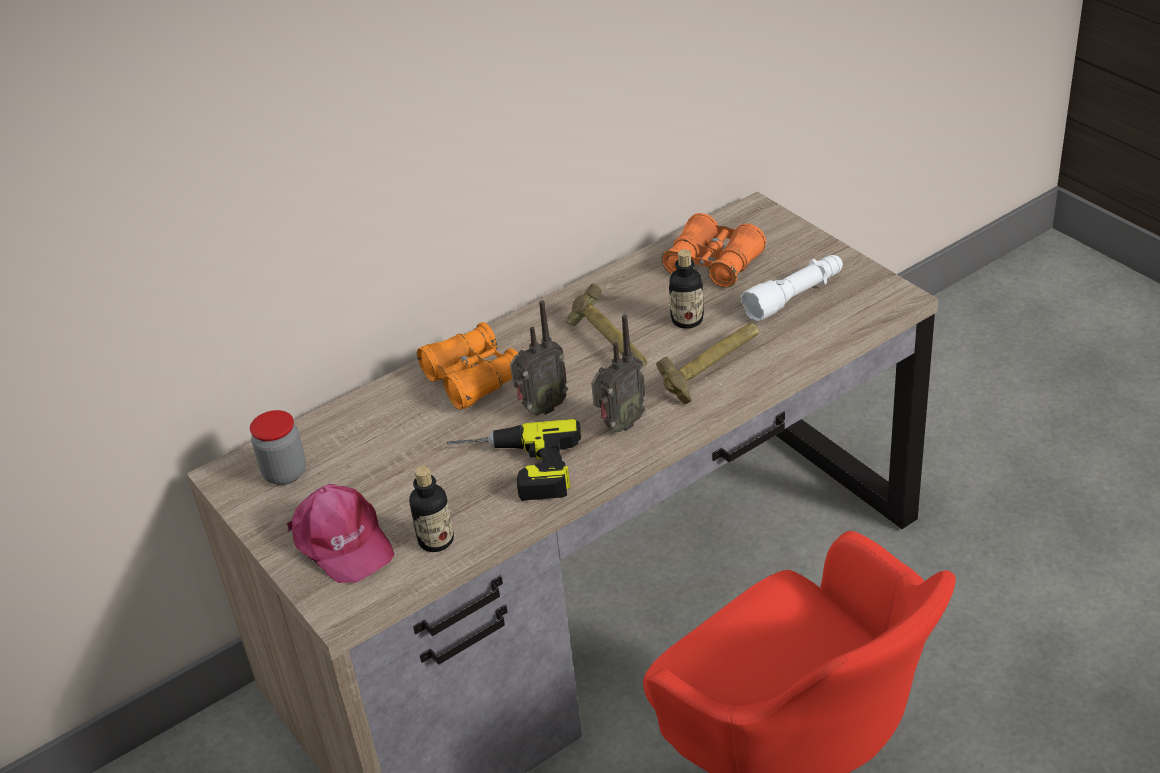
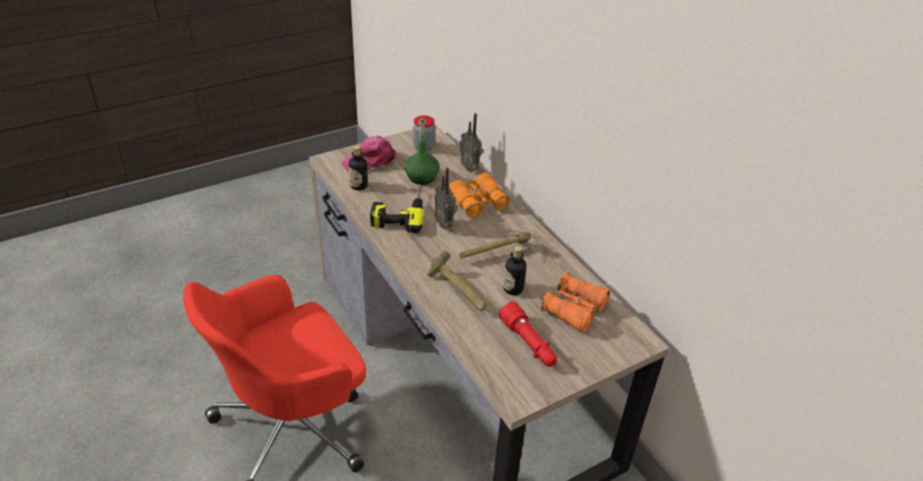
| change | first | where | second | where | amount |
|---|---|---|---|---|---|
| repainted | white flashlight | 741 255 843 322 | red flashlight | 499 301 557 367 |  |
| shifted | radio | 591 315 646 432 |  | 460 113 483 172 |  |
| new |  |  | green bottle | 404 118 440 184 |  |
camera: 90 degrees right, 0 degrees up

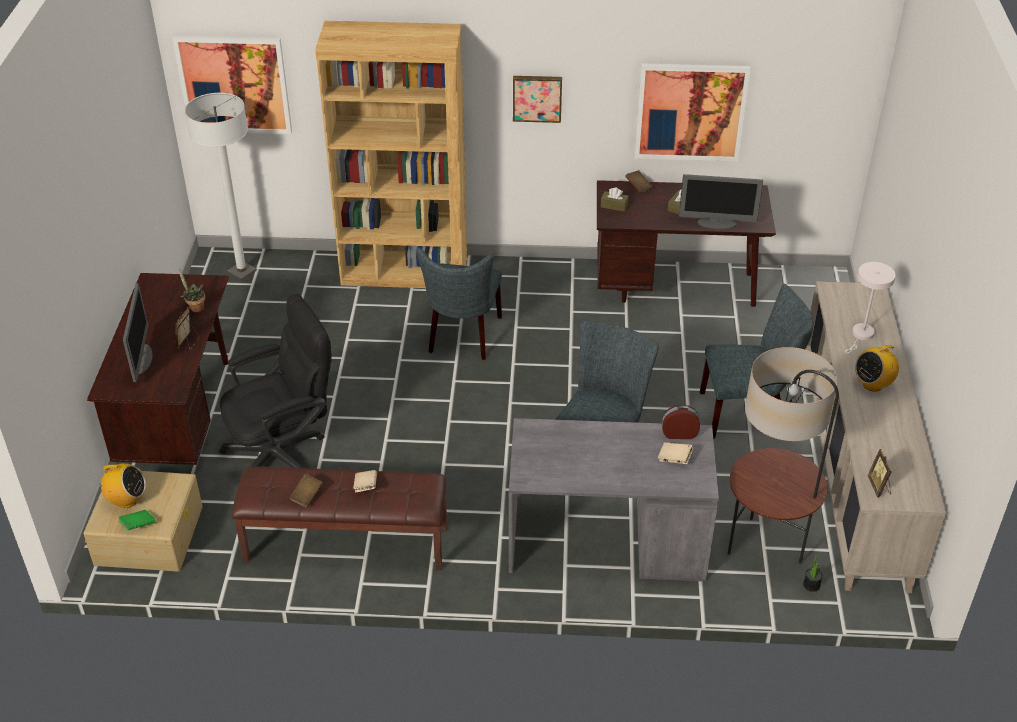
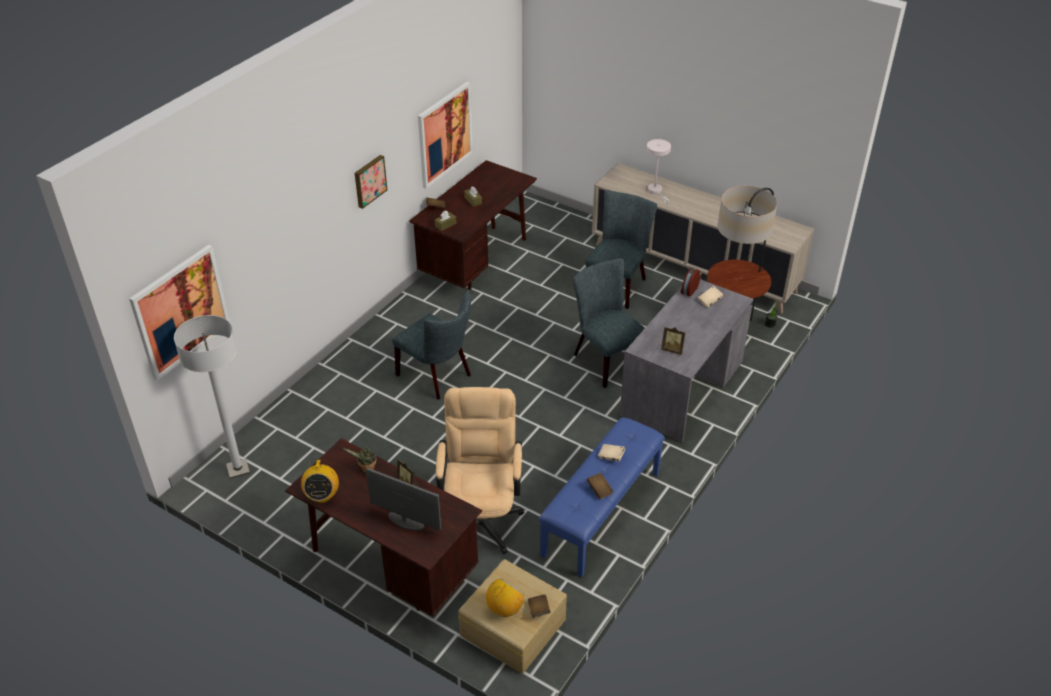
| change | first | where | second | where | amount |
|---|---|---|---|---|---|
| gone | brown bookcase | 315 21 467 288 |  |  |  |
| gone | monitor | 679 174 763 229 |  |  |  |
| repainted | black office chair | 219 294 332 468 | beige office chair | 436 387 524 555 |  |
| shifted | radio | 855 342 899 392 |  | 301 459 339 503 |  |
| shifted | picture frame | 867 449 892 497 |  | 661 327 686 355 |  |
| repainted | brown bench | 232 466 447 570 | blue bench | 539 417 665 577 |  |
| repainted | green book | 118 510 156 530 | brown book | 528 594 550 618 |  |
camera: 60 degrees left, 0 degrees up

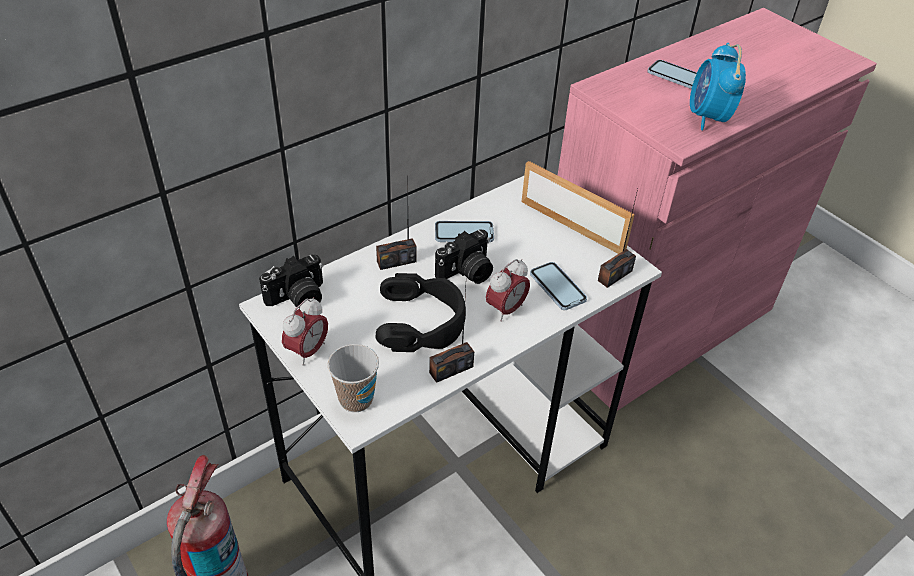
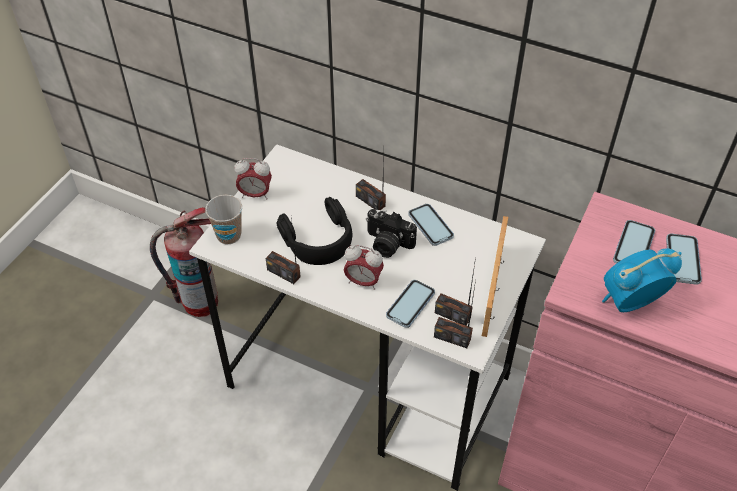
| change | first | where | second | where | amount |
|---|---|---|---|---|---|
| gone | photo camera | 259 255 323 308 |  |  |  |
| new |  |  | phone | 613 220 655 264 |  |
| new |  |  | radio | 435 257 476 326 |  |
camera: 65 degrees right, 5 degrees up

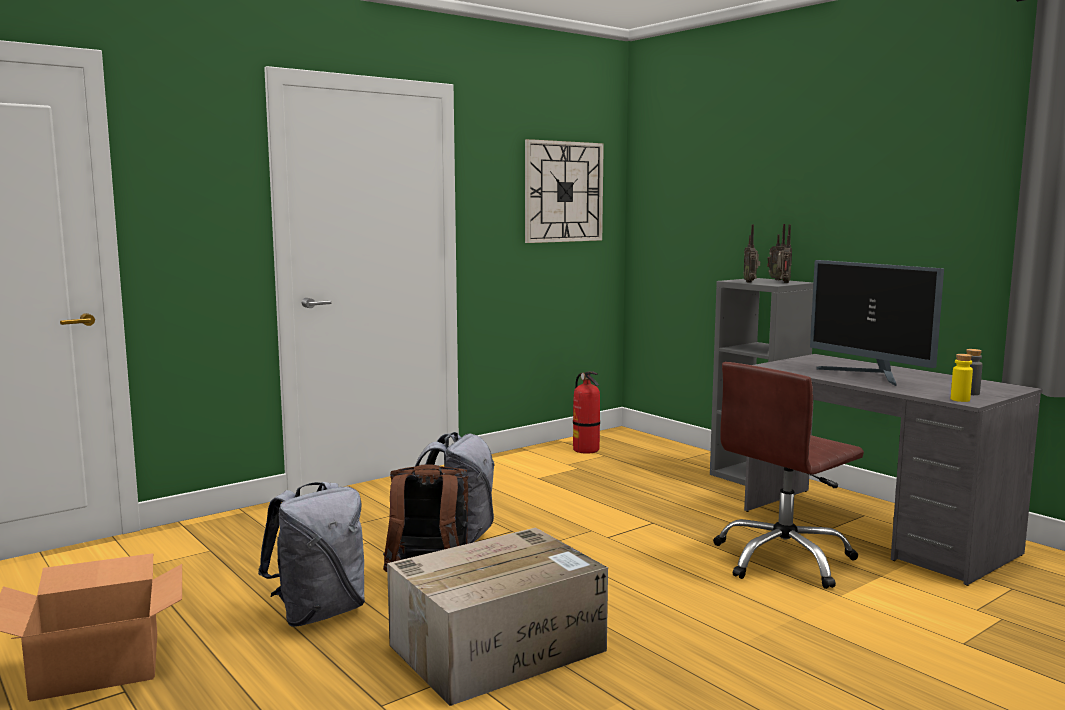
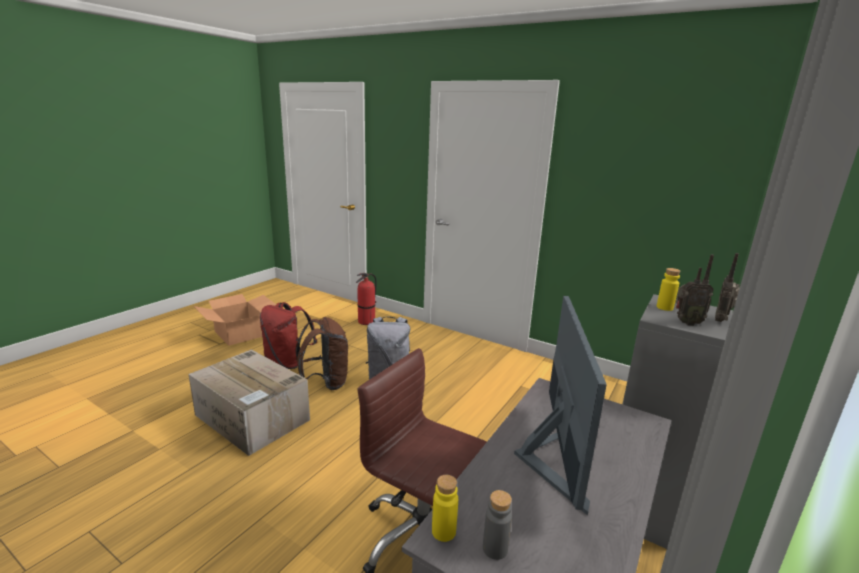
| change | first | where | second | where | amount |
|---|---|---|---|---|---|
| gone | wall clock | 525 139 604 243 |  |  |  |
| swapped | radio | 744 225 760 282 | yellow bottle | 657 268 681 311 |  |
| rotated | monitor | 810 260 944 386 |  | 514 296 606 516 | 150 degrees clockwise |
| shifted | fire extinguisher | 573 371 600 454 |  | 356 273 376 325 |  |
| repainted | grey backpack | 258 482 365 627 | red backpack | 260 302 317 369 |  |
camera: 70 degrees right, 10 degrees up

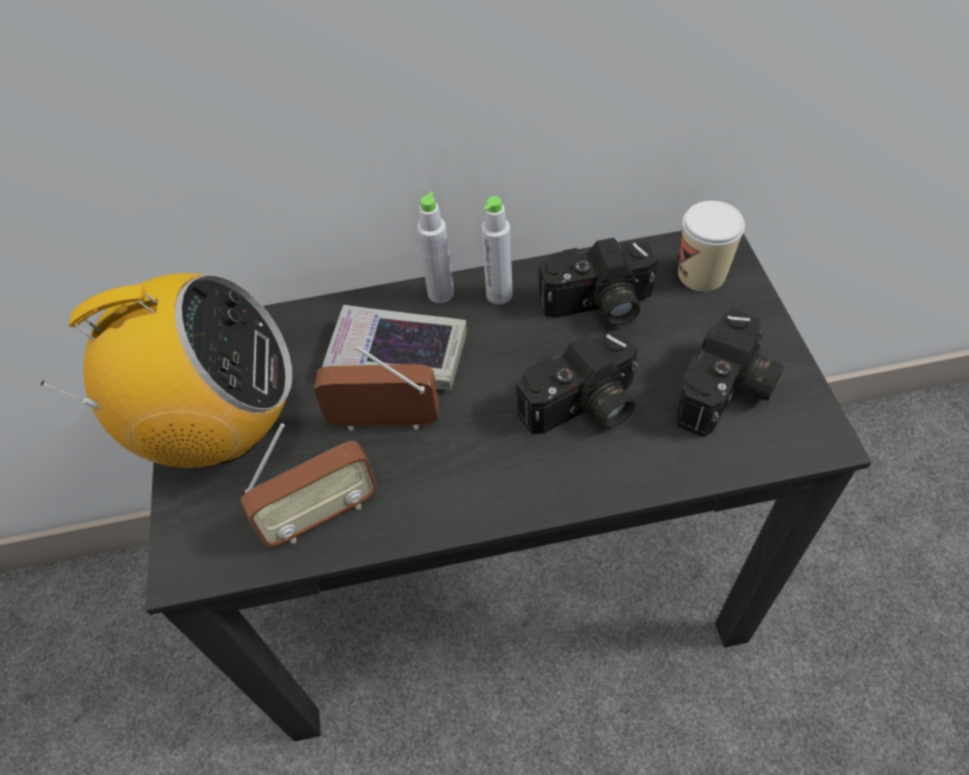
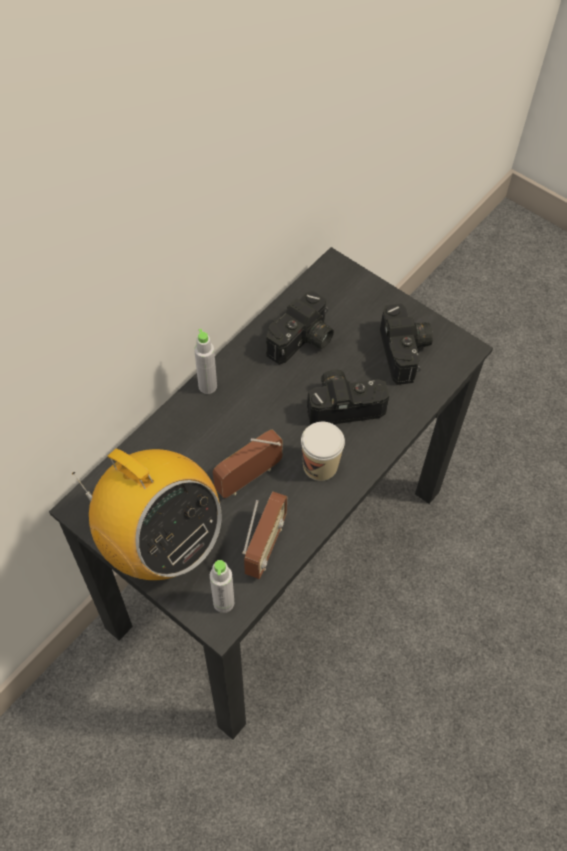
| change | first | where | second | where | amount |
|---|---|---|---|---|---|
| shifted | grey bottle | 481 196 513 304 |  | 210 560 234 613 |  |
| shifted | cup | 678 201 745 292 |  | 301 422 345 481 |  |
| rotated | radio | 41 273 292 468 |  | 72 449 222 580 | 90 degrees clockwise |
| gone | book | 322 305 467 390 |  |  |  |
| rotated | photo camera | 516 330 638 434 |  | 307 369 389 425 | 120 degrees counterclockwise |
camera: 45 degrees left, 5 degrees up

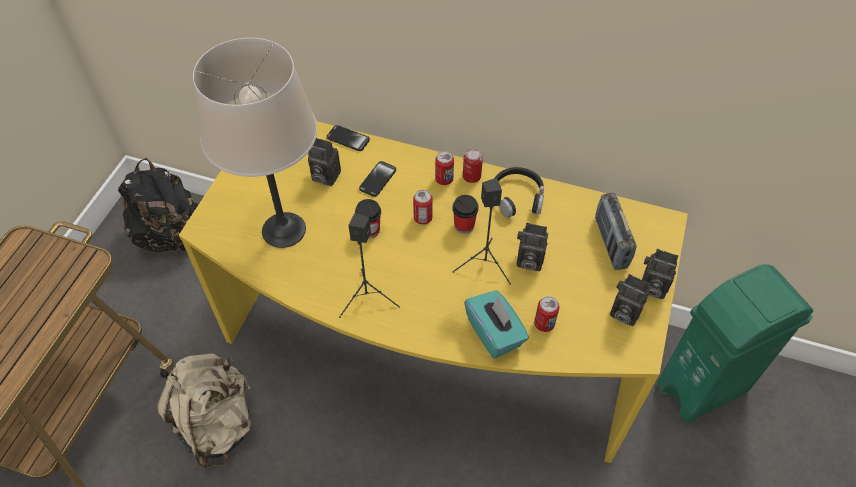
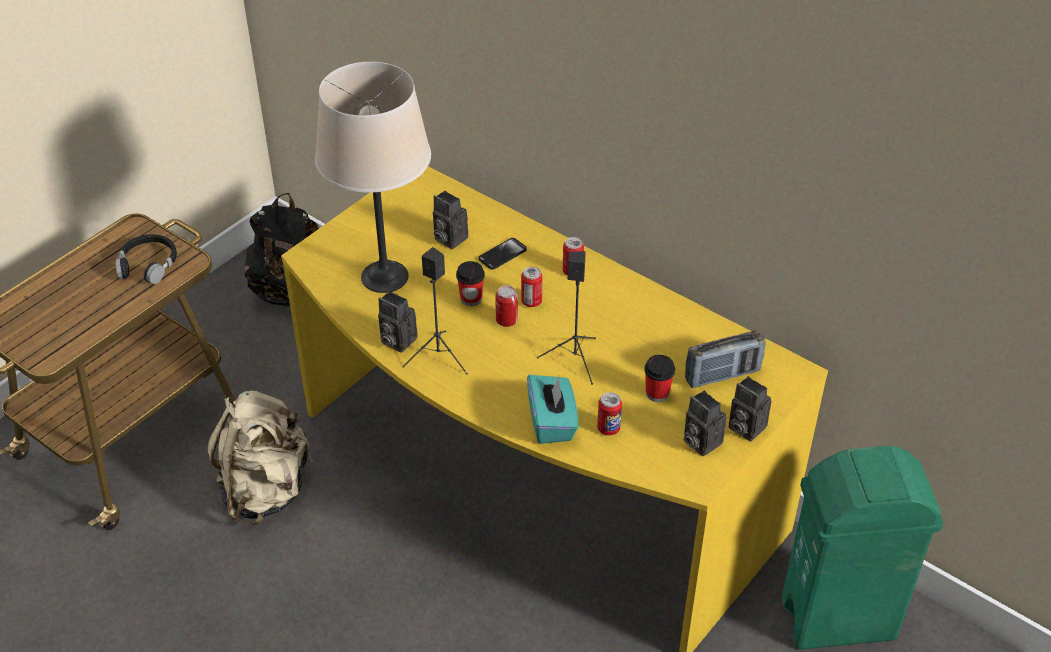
| change | first | where | second | where | amount |
|---|---|---|---|---|---|
| gone | phone | 327 125 370 151 |  |  |  |
| shifted | can | 463 148 483 183 |  | 496 285 518 327 |  |
| shifted | black headphones | 495 167 544 218 |  | 116 234 177 284 |  |
| rotated | radio | 595 193 637 270 |  | 685 330 766 388 | 120 degrees counterclockwise |
| shifted | cup | 452 195 479 234 |  | 645 355 675 402 |  |
| shifted | photo camera | 516 223 548 271 |  | 378 291 418 352 |  |
camera: 20 degrees right, 10 degrees down

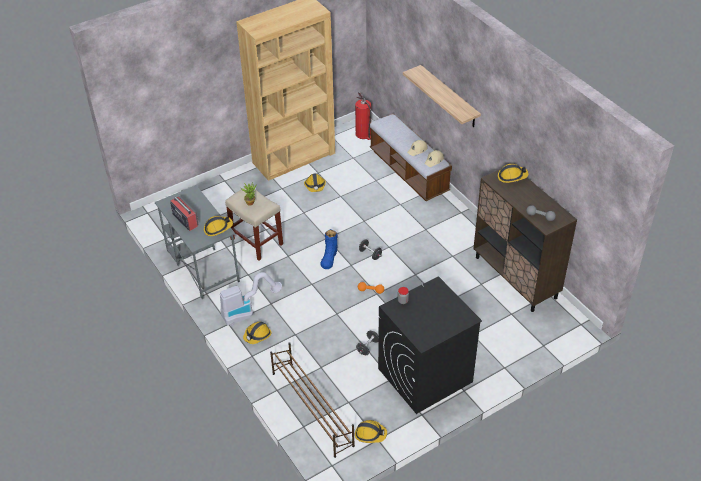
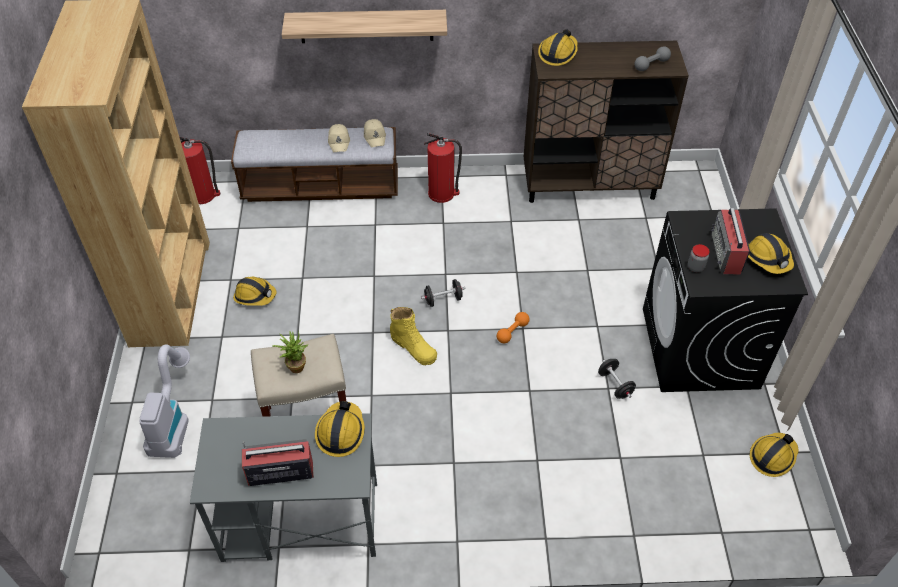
| change | first | where | second | where | amount |
|---|---|---|---|---|---|
| repainted | blue boot | 320 229 338 269 | yellow boot | 390 307 437 365 |  |
| shifted | vacuum cleaner | 220 272 282 326 |  | 139 344 190 458 |  |
| shifted | hard hat | 243 322 272 344 |  | 748 233 794 274 |  |
| gone | brown shoe rack | 270 342 355 458 |  |  |  |
| new |  |  | fire extinguisher | 424 133 462 203 |  |
| new |  |  | radio | 711 208 750 274 |  |
camera: 60 degrees left, 5 degrees up

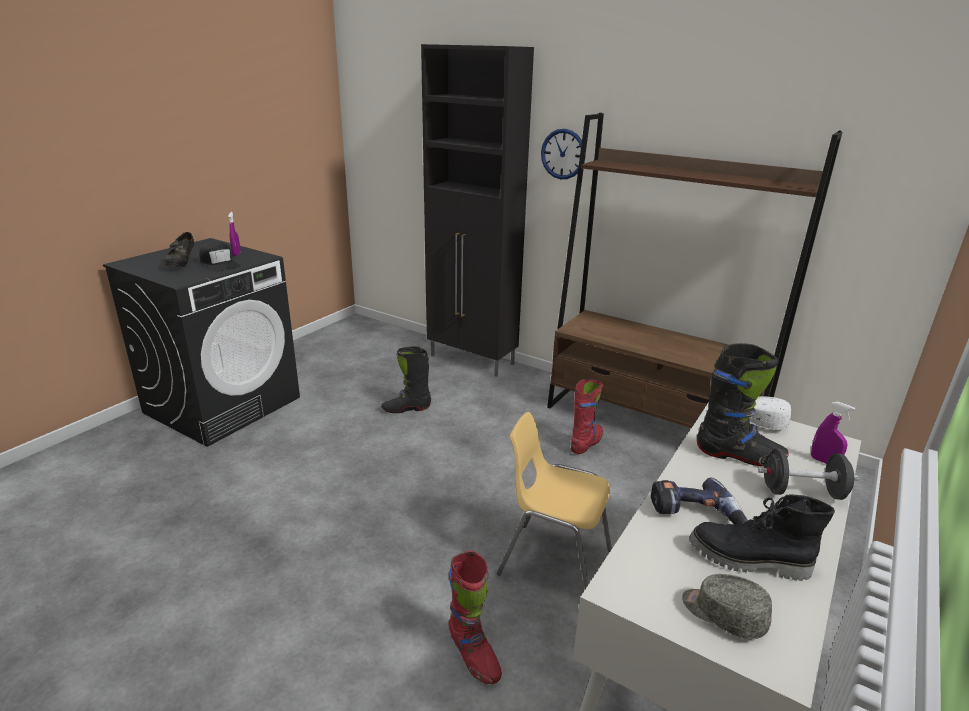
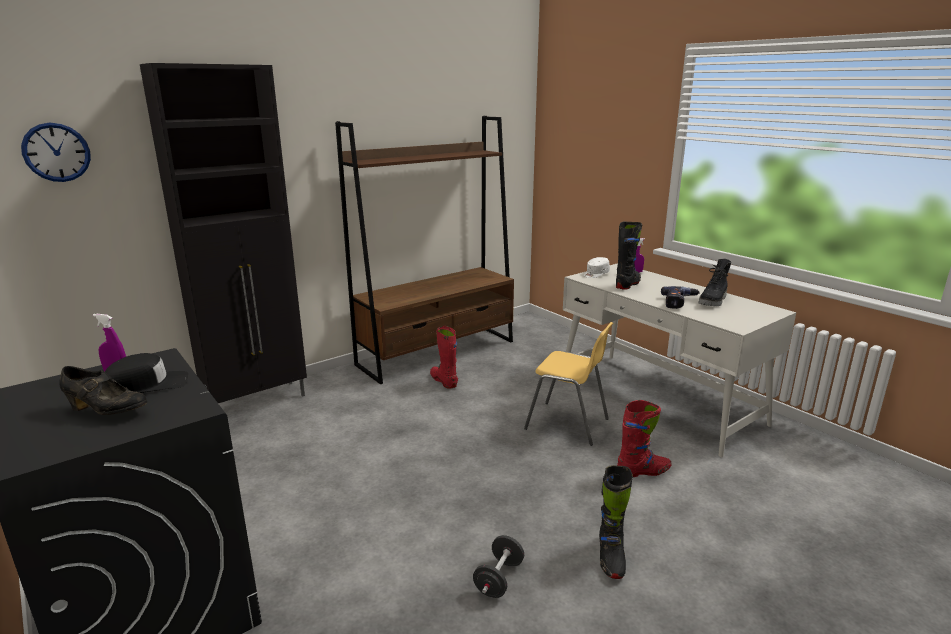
| change | first | where | second | where | amount |
|---|---|---|---|---|---|
| shifted | wall clock | 541 129 586 179 |  | 21 123 91 182 |  |
| shifted | black boot | 381 346 431 413 |  | 599 465 633 579 |  |
| rotated | yellow chair | 497 412 612 589 |  | 524 322 613 446 | 105 degrees counterclockwise |
| shifted | black dumbbell | 758 449 859 500 |  | 473 535 524 598 |  |
| gone | grey cap | 682 574 772 639 |  |  |  |
camera: 70 degrees left, 5 degrees down

